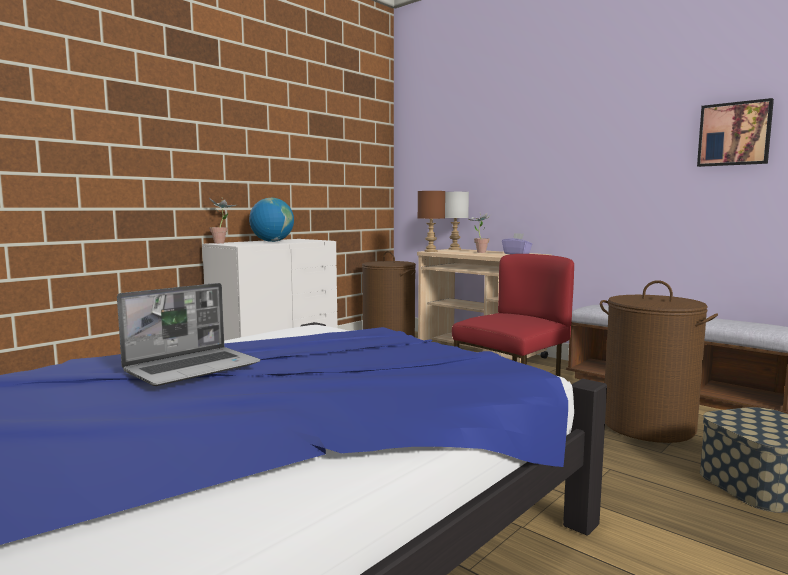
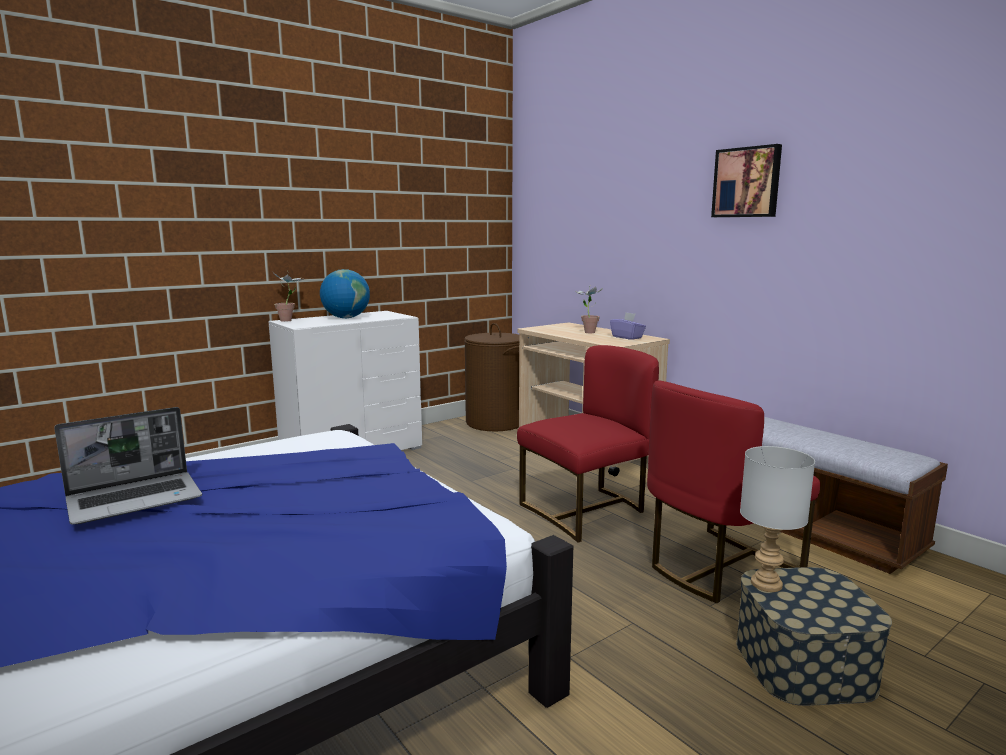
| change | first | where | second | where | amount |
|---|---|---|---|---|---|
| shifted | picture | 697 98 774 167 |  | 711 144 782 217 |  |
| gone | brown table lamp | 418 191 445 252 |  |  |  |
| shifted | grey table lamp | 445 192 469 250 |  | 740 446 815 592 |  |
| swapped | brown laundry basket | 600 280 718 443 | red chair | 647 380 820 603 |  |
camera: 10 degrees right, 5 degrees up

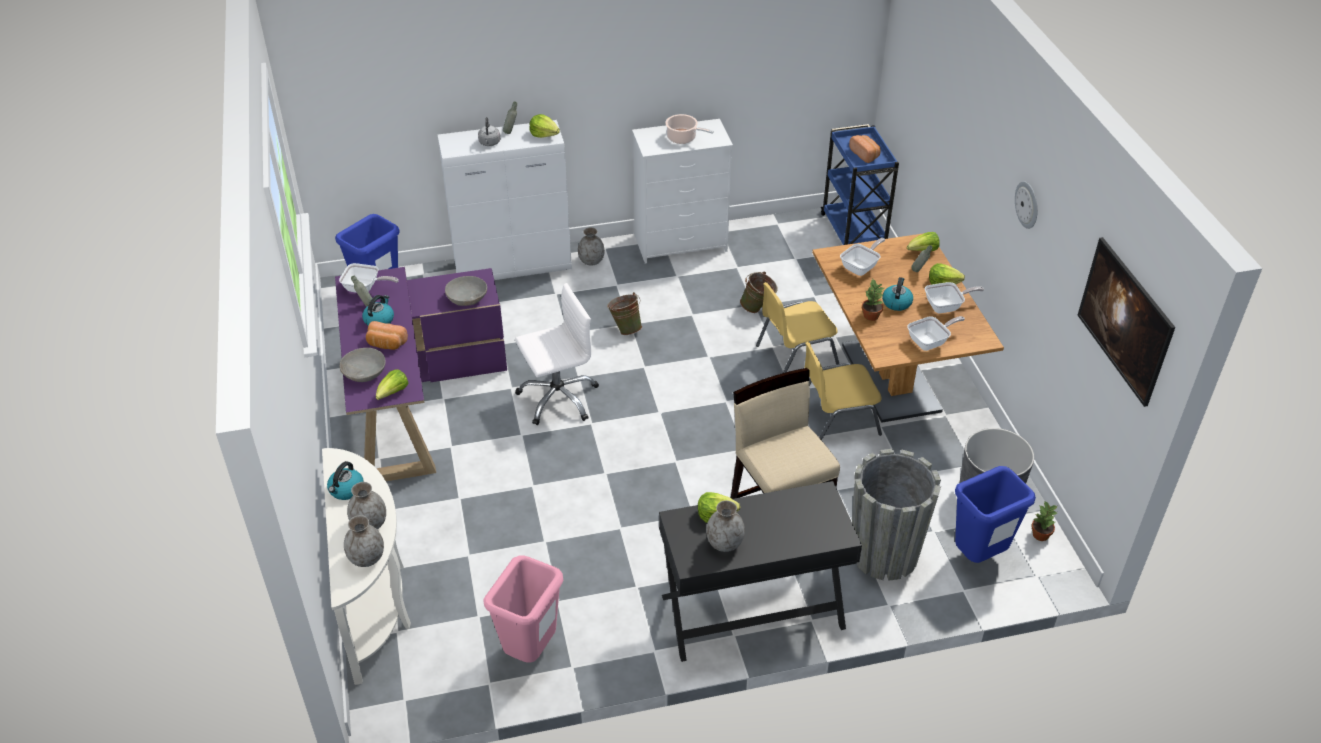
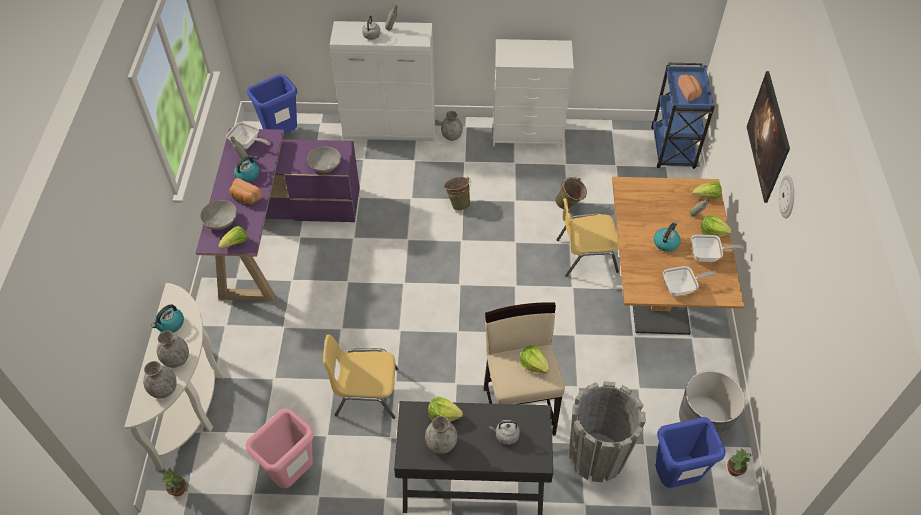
| change | first | where | second | where | amount |
|---|---|---|---|---|---|
| shifted | lettuce | 530 114 560 138 |  | 520 345 550 374 |  |
| gone | cooking pot | 665 114 714 144 |  |  |  |
| shifted | picture | 1078 237 1175 407 |  | 747 71 790 203 |  |
| gone | frying pan | 840 238 885 276 |  |  |  |
| shifted | potted plant | 862 279 884 321 |  | 162 468 186 496 |  |
| gone | white office chair | 515 283 599 425 |  |  |  |
| shifted | yellow chair | 805 342 882 440 |  | 323 334 399 419 |  |
| new |  |  | grey kettle | 489 420 520 445 |  |
camera: 15 degrees right, 10 degrees up

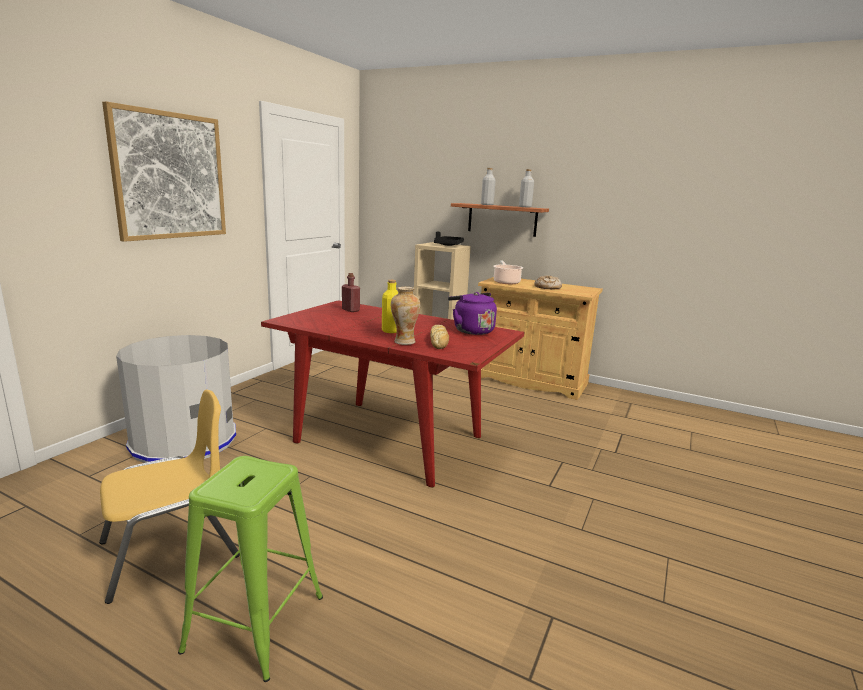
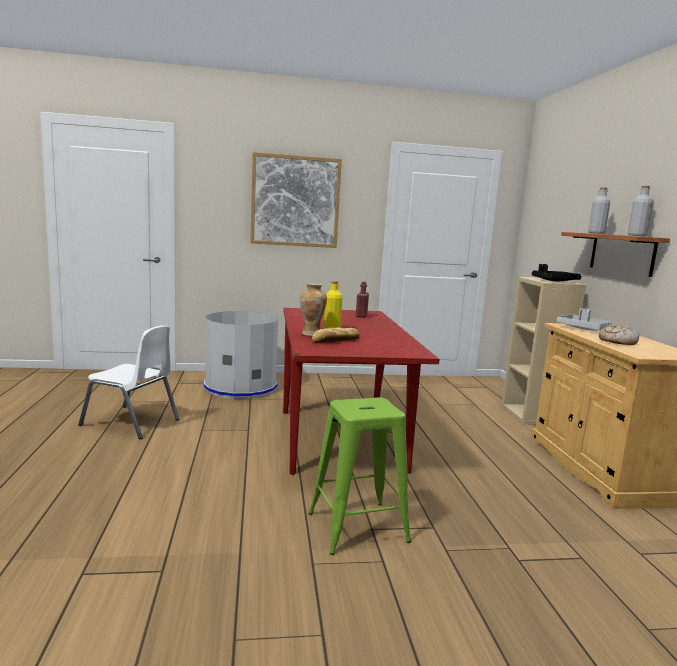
| change | first | where | second | where | amount |
|---|---|---|---|---|---|
| swapped | cooking pot | 494 260 523 284 | grey tray | 556 308 612 330 |  |
| gone | purple kettle | 448 292 497 335 |  |  |  |
| repainted | yellow chair | 99 389 240 604 | white chair | 78 325 179 440 |  |
| shifted | green stool | 178 456 323 682 |  | 309 397 411 555 |  |
camera: 55 degrees right, 5 degrees down

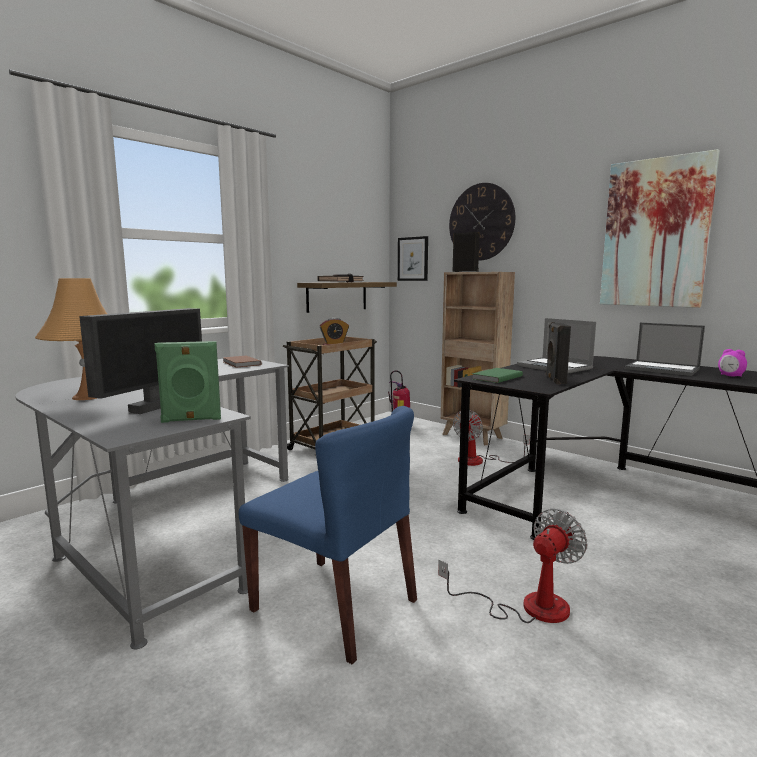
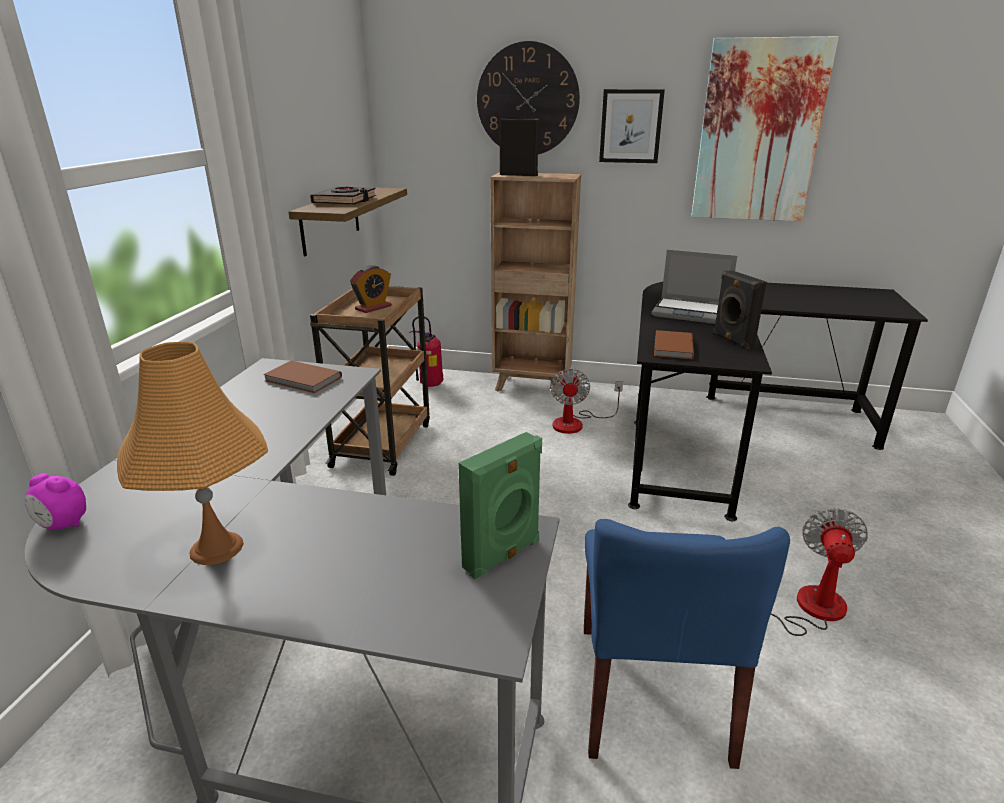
| change | first | where | second | where | amount |
|---|---|---|---|---|---|
| shifted | picture | 398 236 428 281 |  | 599 89 665 163 |  |
| gone | monitor | 79 308 202 414 |  |  |  |
| gone | laptop | 625 322 705 376 |  |  |  |
| shifted | alarm clock | 718 349 747 377 |  | 24 474 86 529 |  |
| repainted | green book | 472 368 523 383 | brown book | 654 330 694 359 |  |
| rotated | blue chair | 239 406 417 665 |  | 584 519 790 769 | 90 degrees clockwise |
camera: 30 degrees left, 15 degrees up

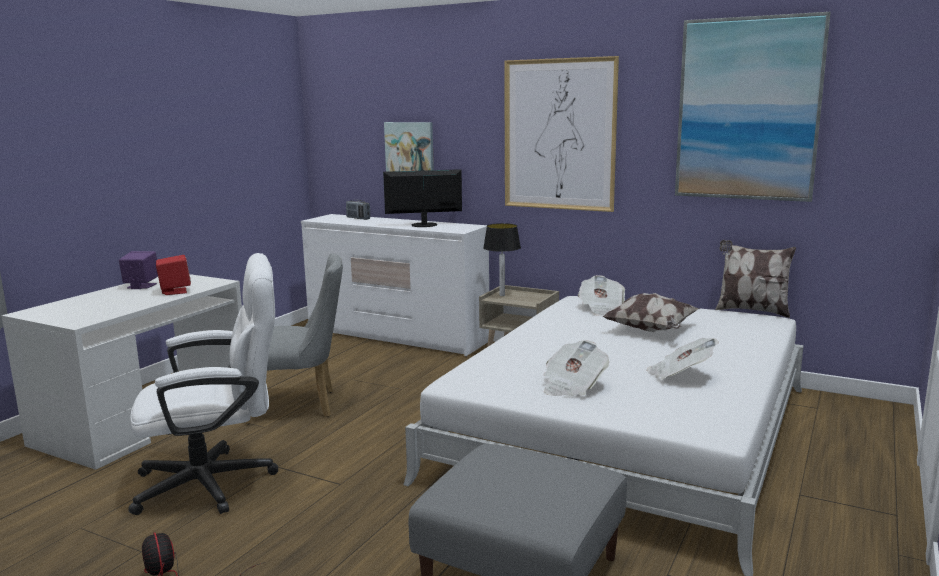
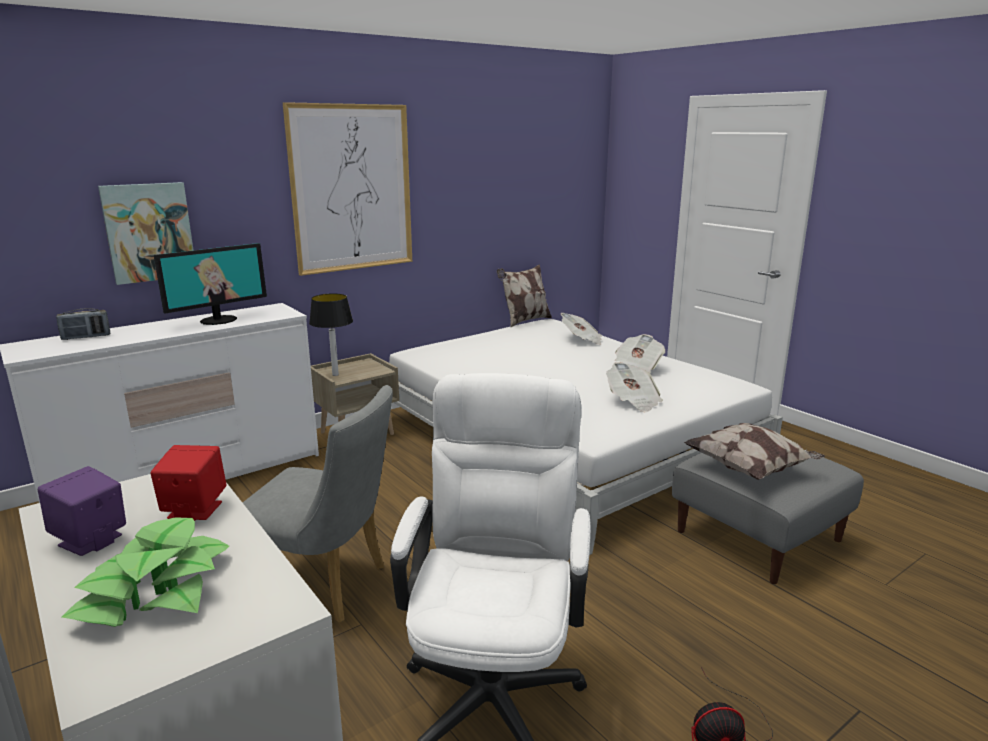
| change | first | where | second | where | amount |
|---|---|---|---|---|---|
| gone | picture | 675 12 831 202 |  |  |  |
| rotated | monitor | 383 169 462 227 |  | 154 243 267 325 | 150 degrees counterclockwise |
| rotated | grey chair | 245 253 343 424 |  | 243 385 393 623 | 90 degrees clockwise |
| shifted | newspaper | 578 275 625 316 |  | 561 313 602 345 |  |
| shifted | pillow | 602 293 699 332 |  | 684 423 825 480 |  |
| new |  |  | potted plant | 62 518 229 627 |  |
camera: 65 degrees left, 5 degrees up

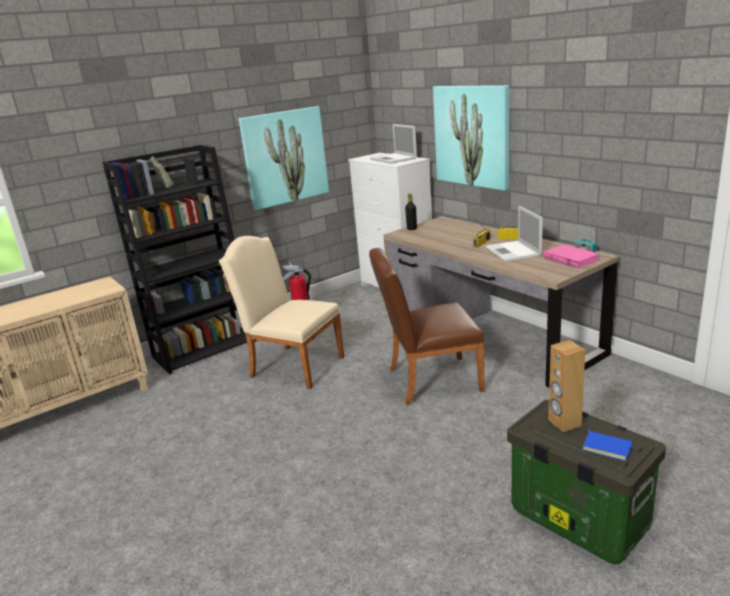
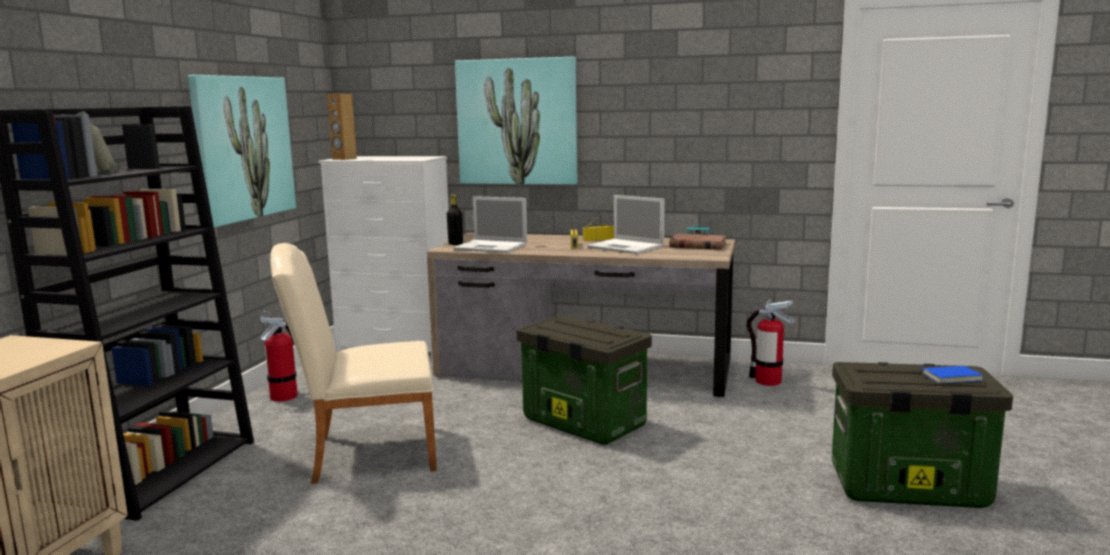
| change | first | where | second | where | amount |
|---|---|---|---|---|---|
| shifted | laptop | 370 124 417 164 |  | 453 196 527 253 |  |
| repainted | pink book | 543 244 600 268 | brown book | 669 234 727 250 |  |
| swapped | brown chair | 369 248 485 405 | storage box | 516 315 652 445 |  |
| shifted | brown speaker | 548 340 585 432 |  | 327 94 357 160 |  |
| new |  |  | fire extinguisher | 747 299 795 386 |  |
camera: 40 degrees left, 10 degrees down

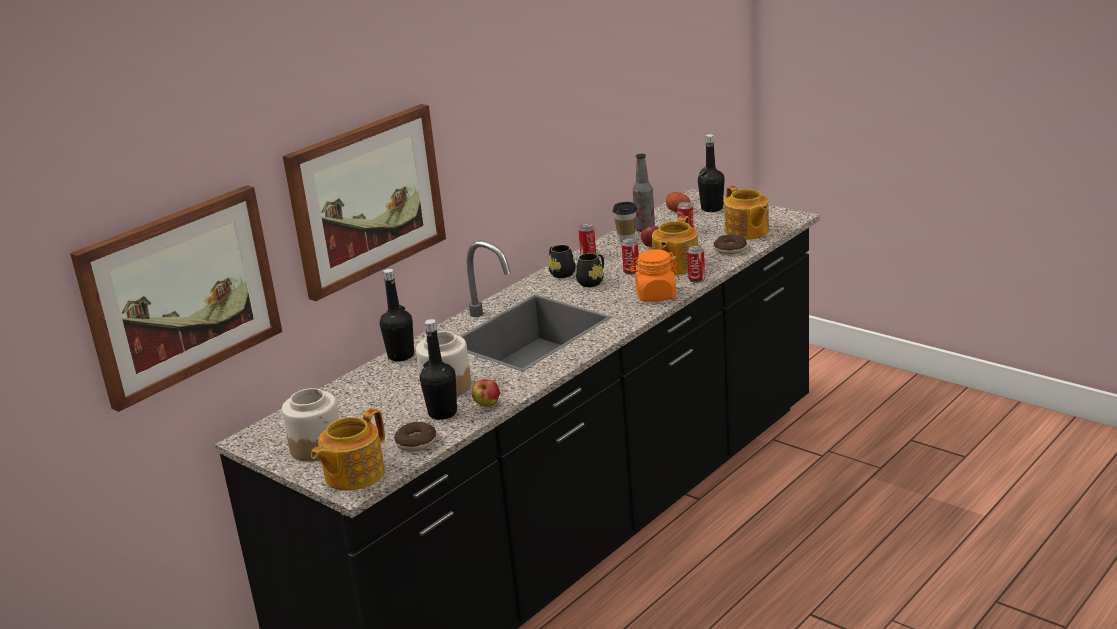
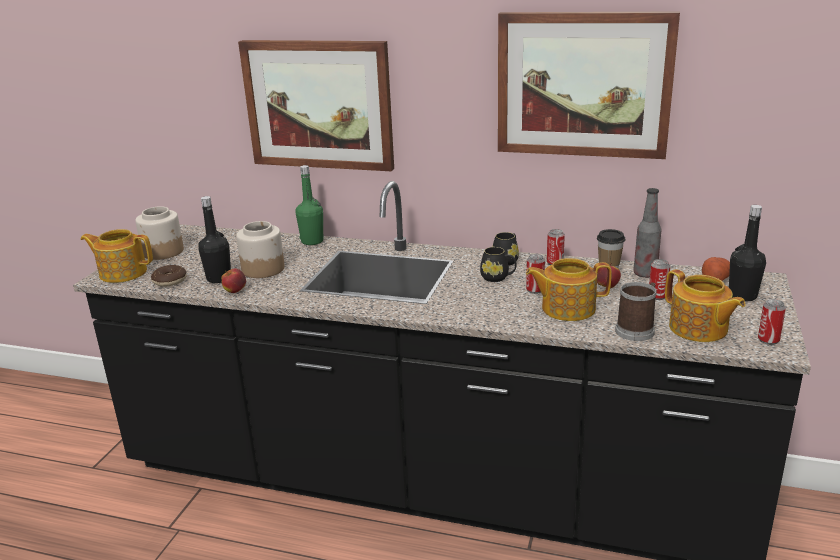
| change | first | where | second | where | amount |
|---|---|---|---|---|---|
| shifted | picture | 70 185 282 412 |  | 498 11 680 159 |  |
| rotated | teapot | 724 186 769 240 |  | 665 269 746 342 | 75 degrees counterclockwise |
| swapped | donut | 714 234 747 255 | mug | 615 282 657 341 |  |
| shifted | can | 687 245 705 283 |  | 758 299 786 345 |  |
| gone | orange jar | 629 249 680 302 |  |  |  |
| repainted | black bottle | 380 269 414 362 | green bottle | 295 165 323 245 |  |
camera: 65 degrees right, 0 degrees up

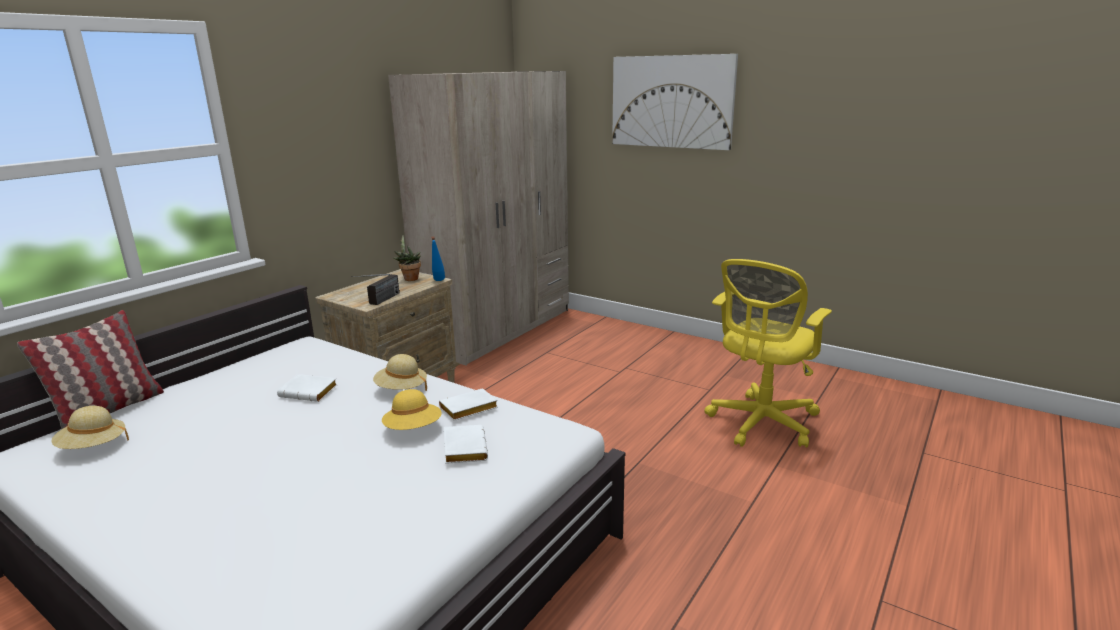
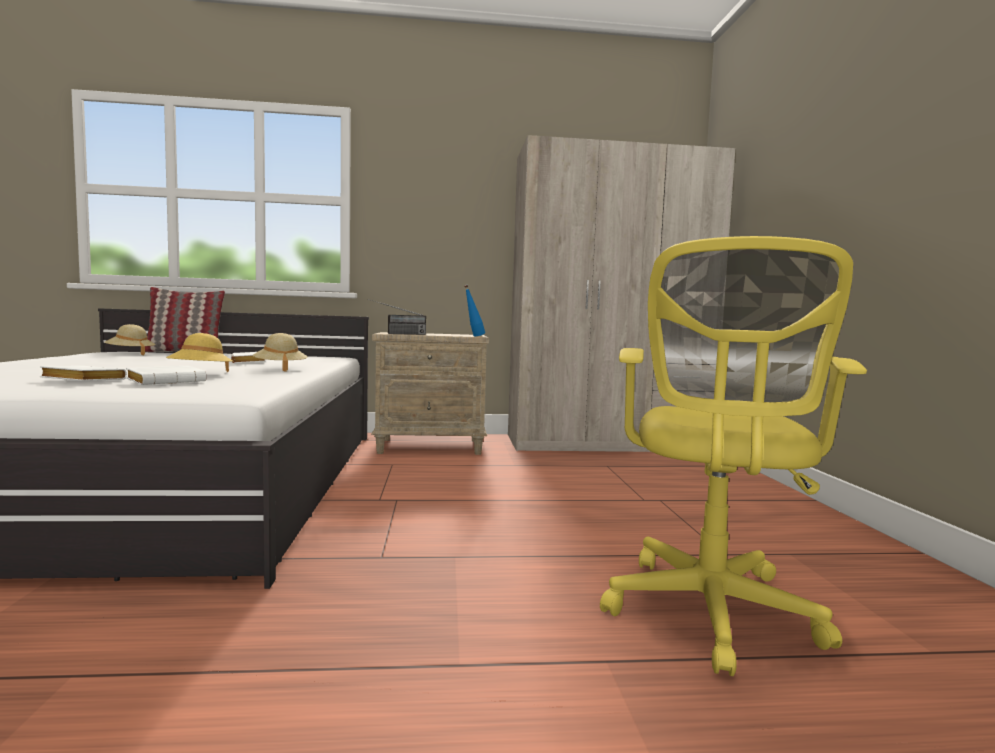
| change | first | where | second | where | amount |
|---|---|---|---|---|---|
| gone | picture | 612 54 738 150 |  |  |  |
| gone | potted plant | 393 235 421 281 |  |  |  |
| rotated | yellow office chair | 705 259 832 447 |  | 600 236 867 676 | 75 degrees counterclockwise |
| shifted | white book | 439 388 498 421 |  | 40 366 127 381 |  |
camera: 50 degrees right, 15 degrees down

